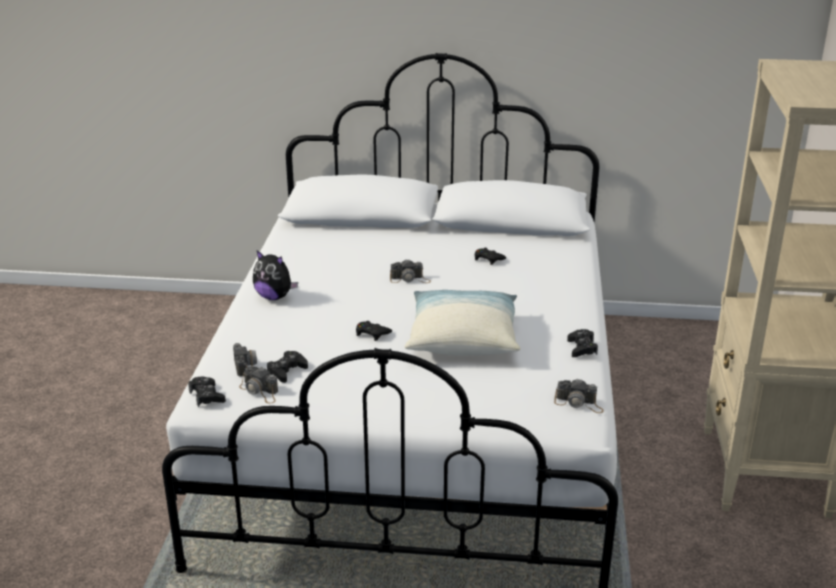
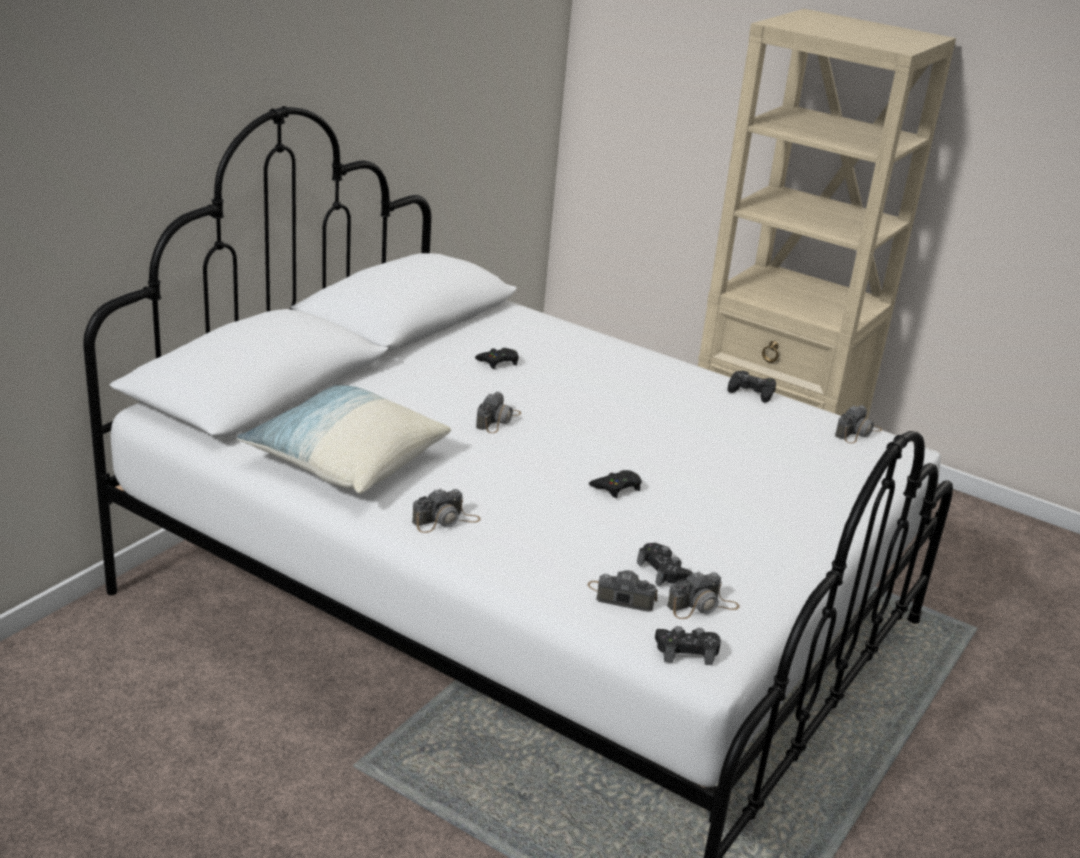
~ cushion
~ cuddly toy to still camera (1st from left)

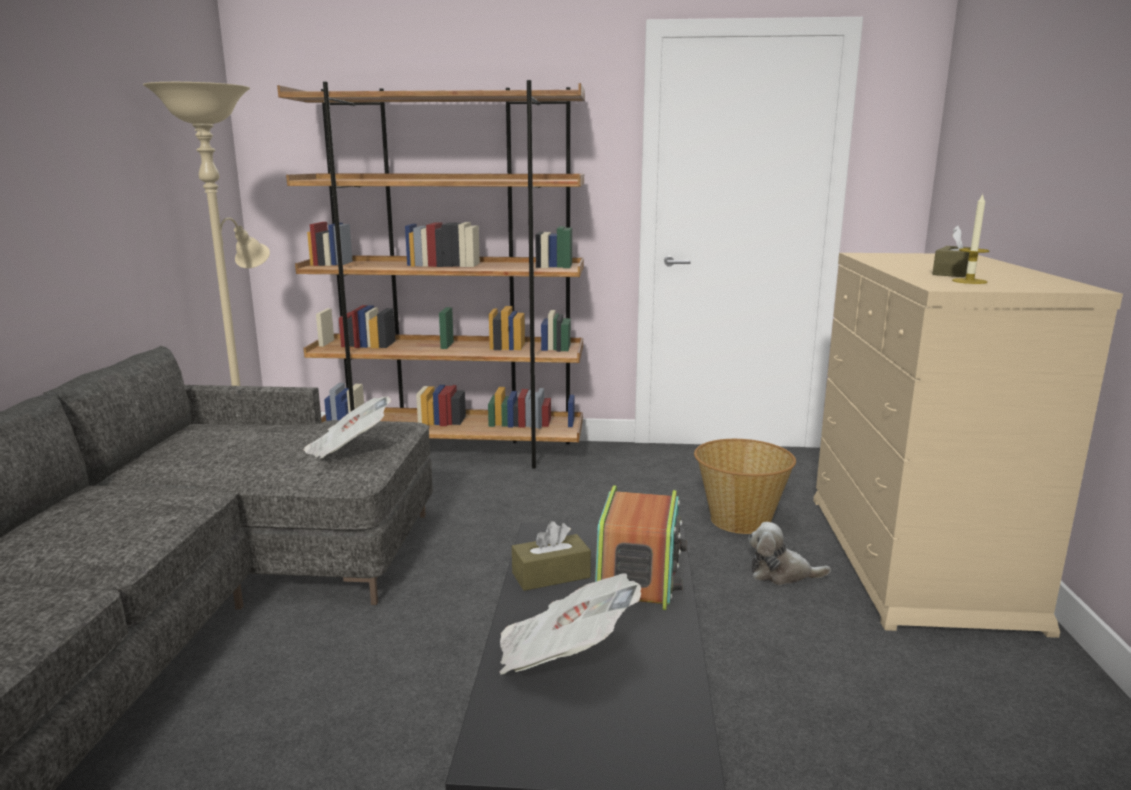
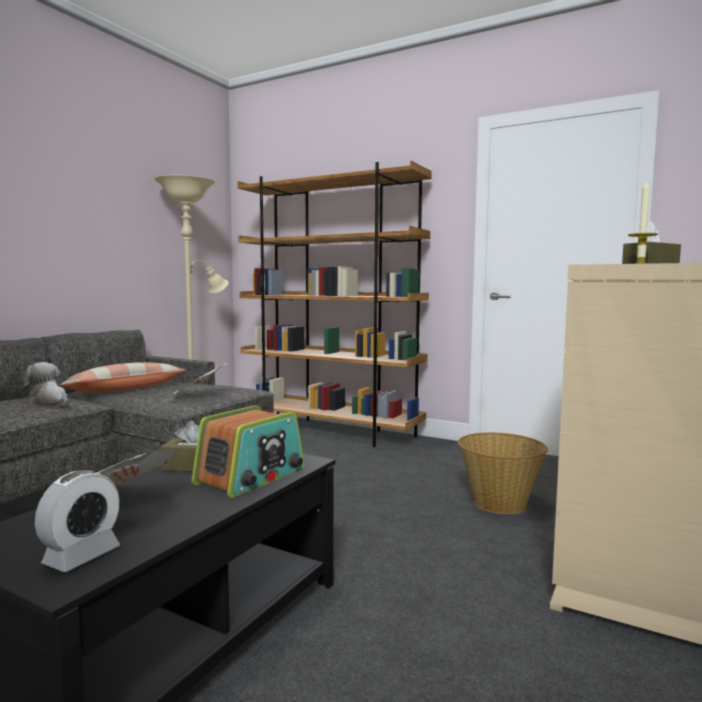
+ table clock
+ cushion
~ cuddly toy

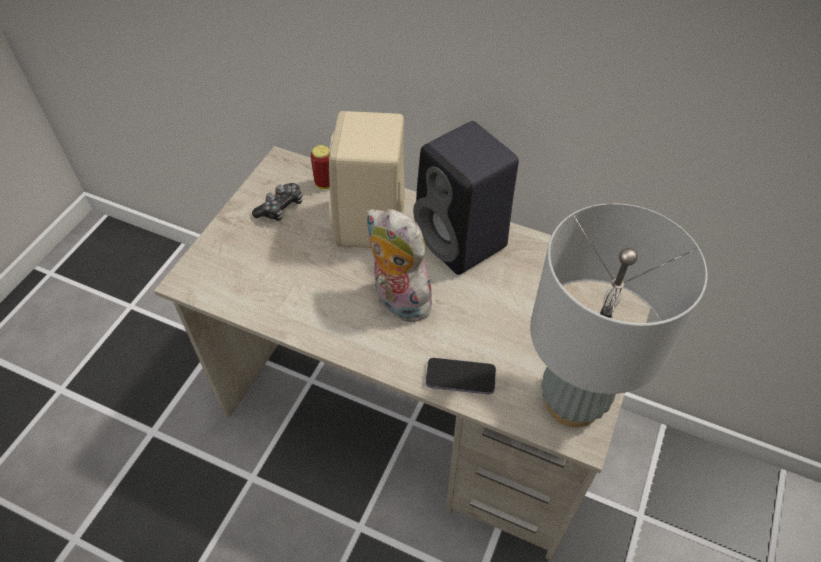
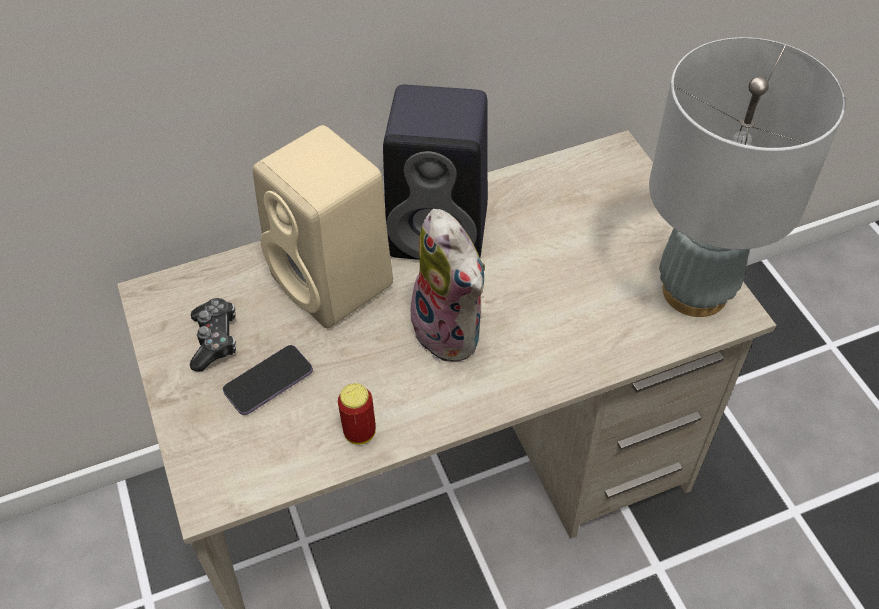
~ can
~ telephone
~ cuddly toy 120 degrees counterclockwise

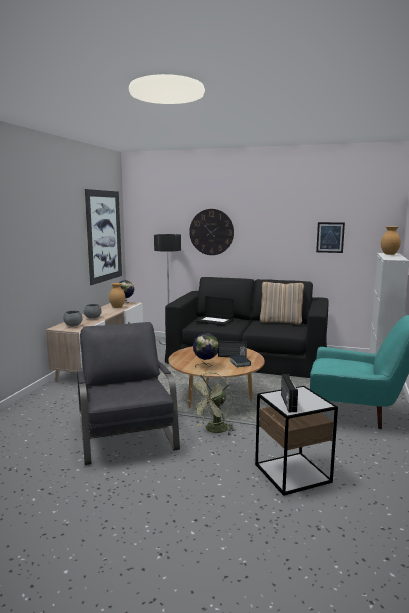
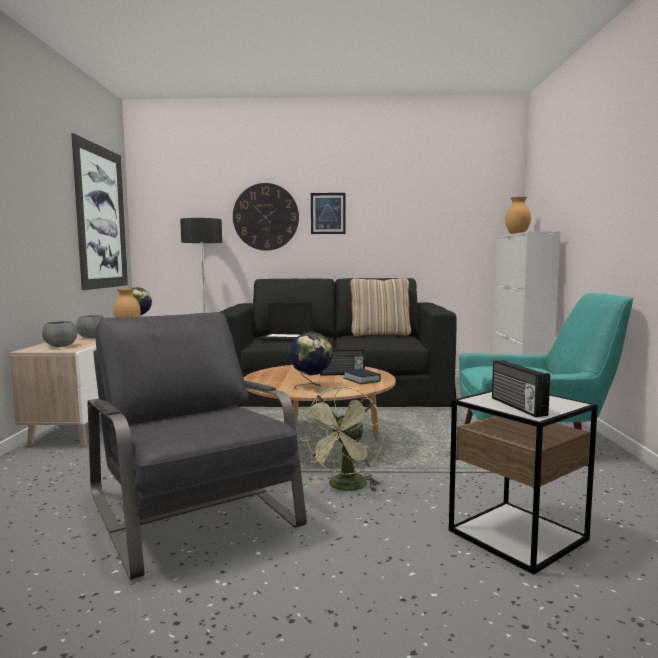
~ wall art (2nd from left)

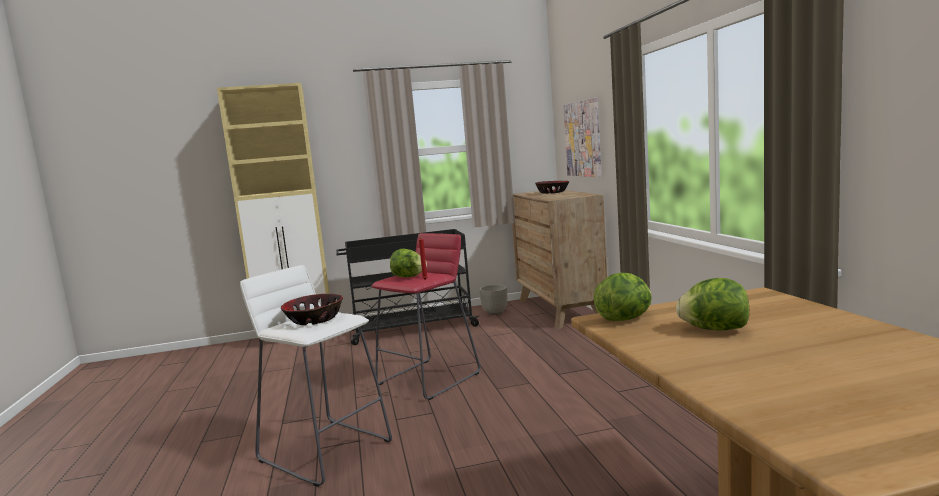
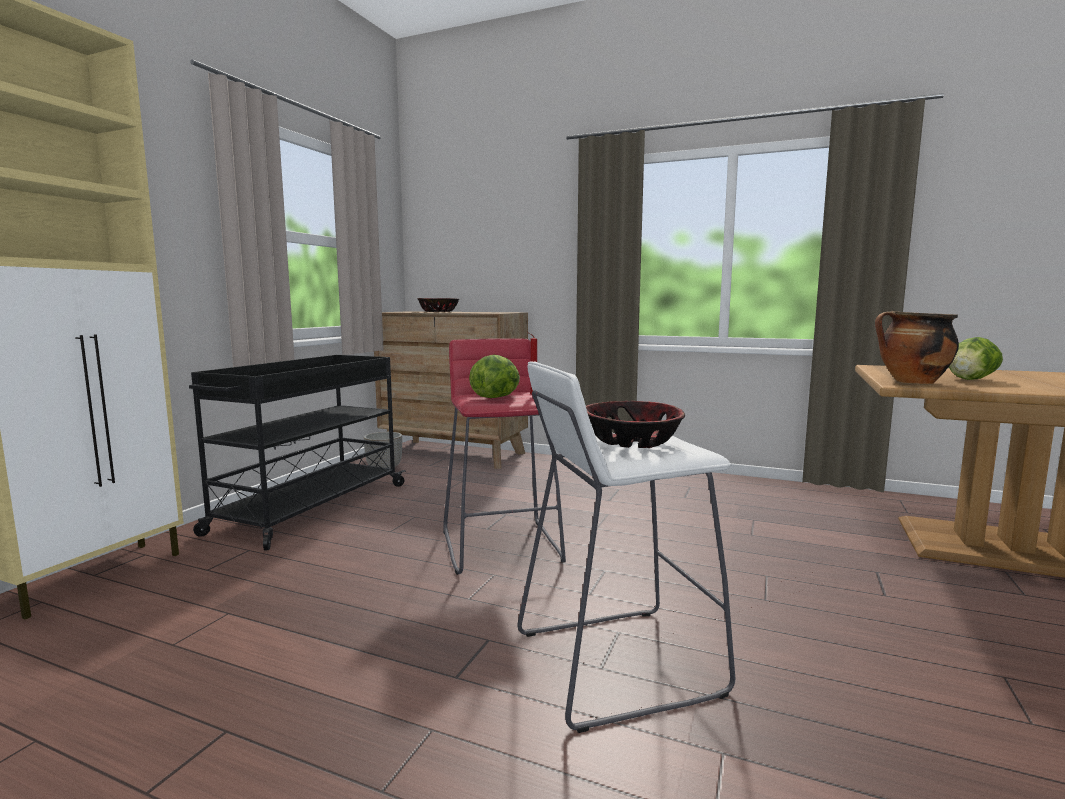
- wall art
~ head of lettuce (2nd from left) to stockpot

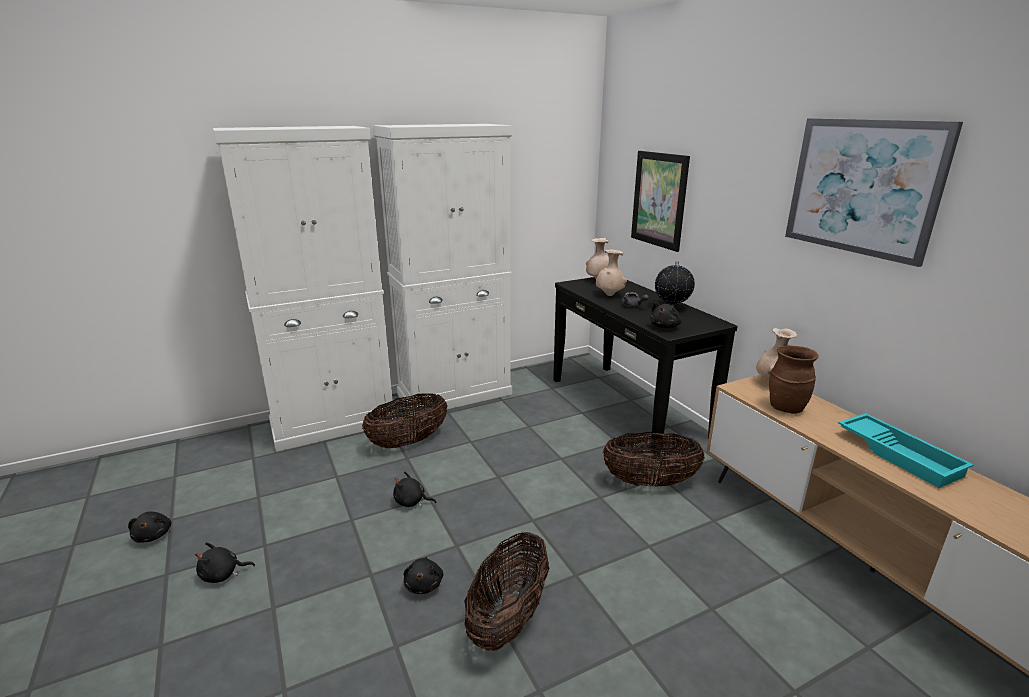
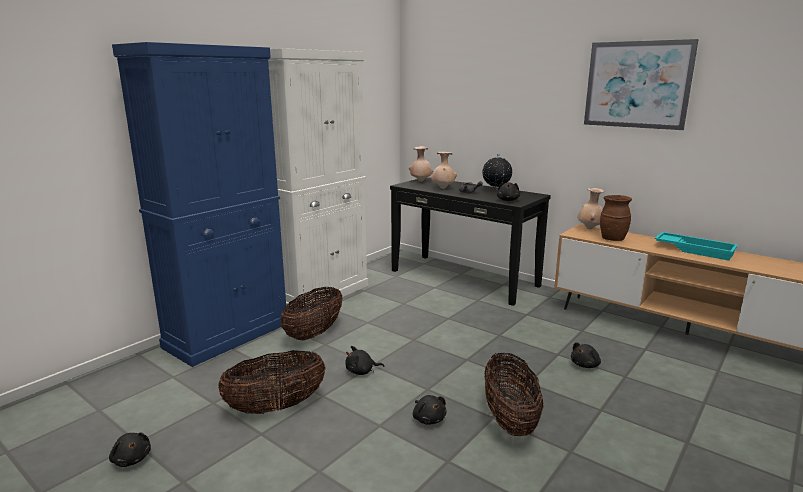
- wall art (1st from left)
~ cuddly toy/blackish (2nd from left in the first image) to cuddly toy/blackish (5th from left)
~ basket (3rd from left in the first image) to basket (1st from left)
~ storage cabinet/white-coloured (1st from left) to storage cabinet/blue

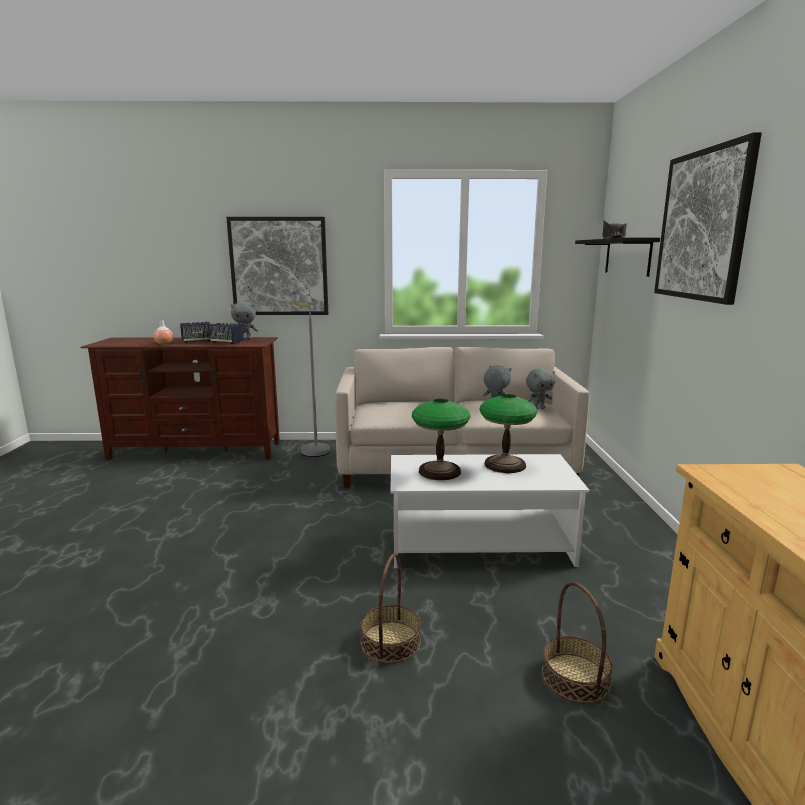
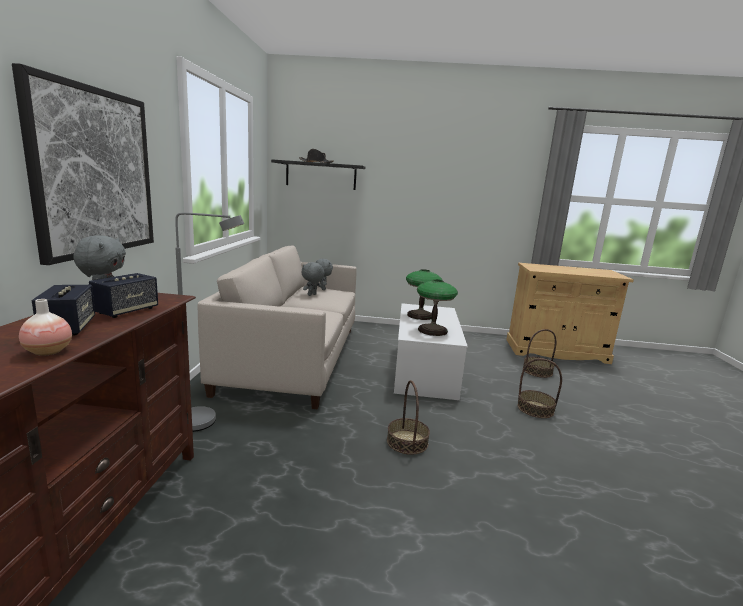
- wall art (2nd from left)
+ basket (1st from left)

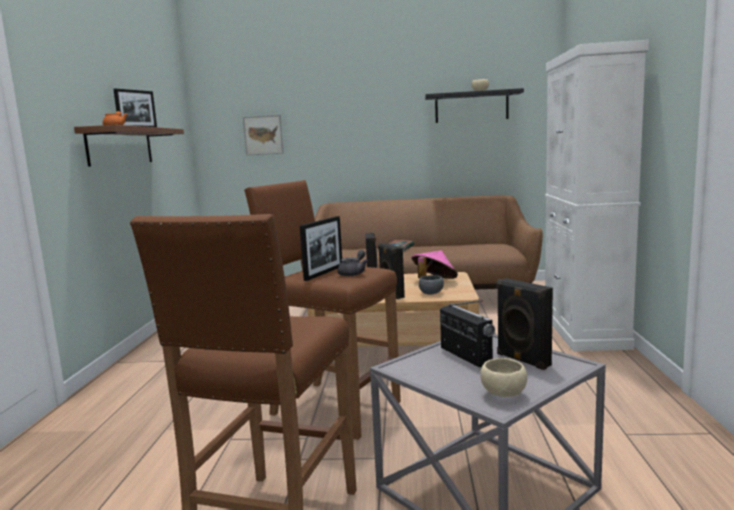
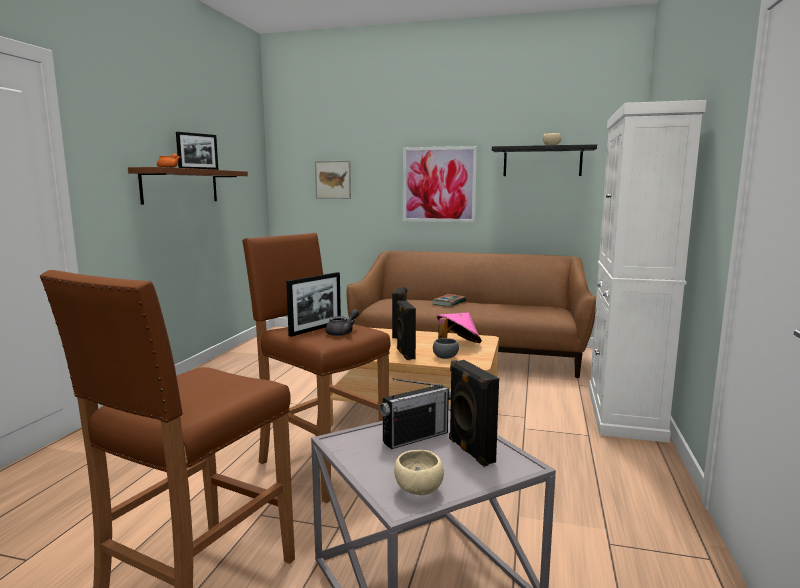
+ wall art (2nd from left)
~ radio set 75 degrees clockwise

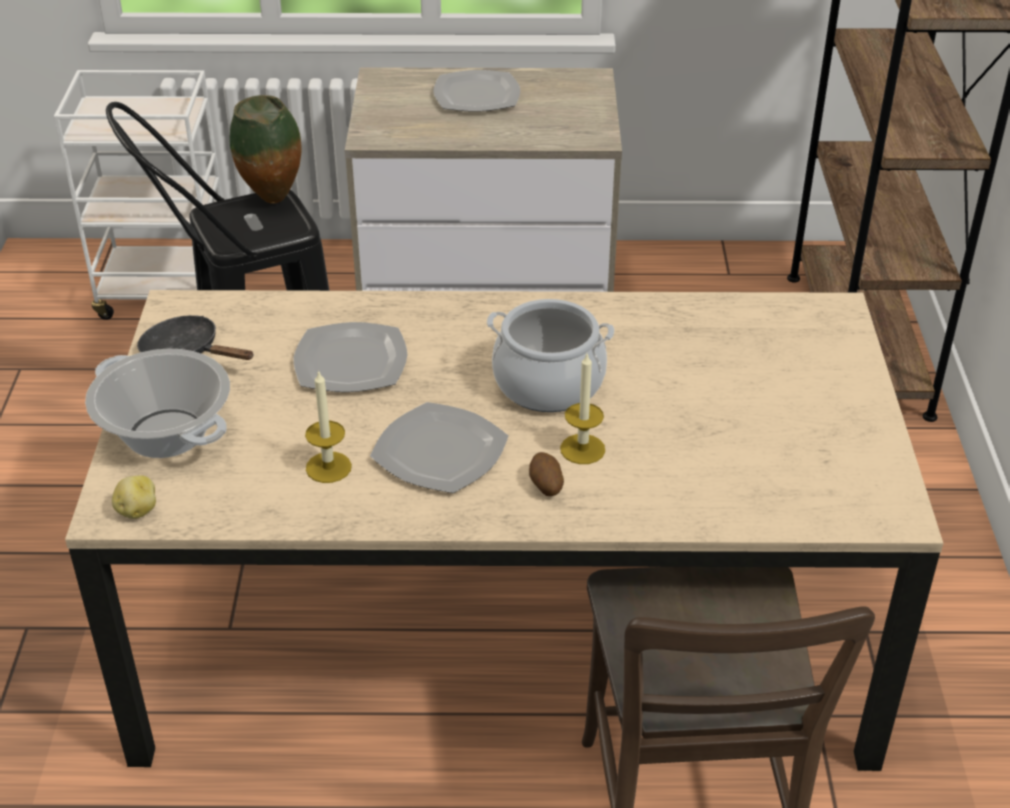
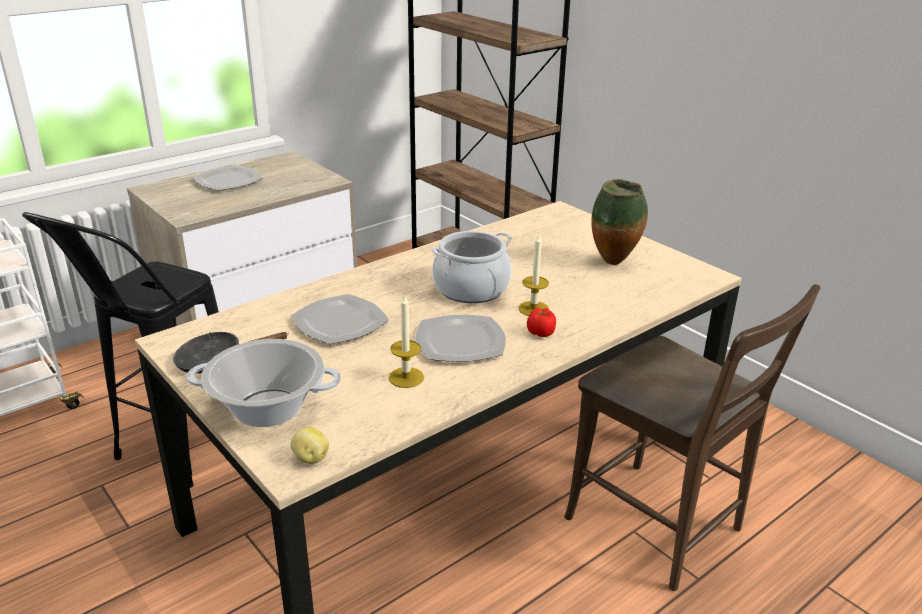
~ decorative vase
~ potato (2nd from left) to fresh tomato

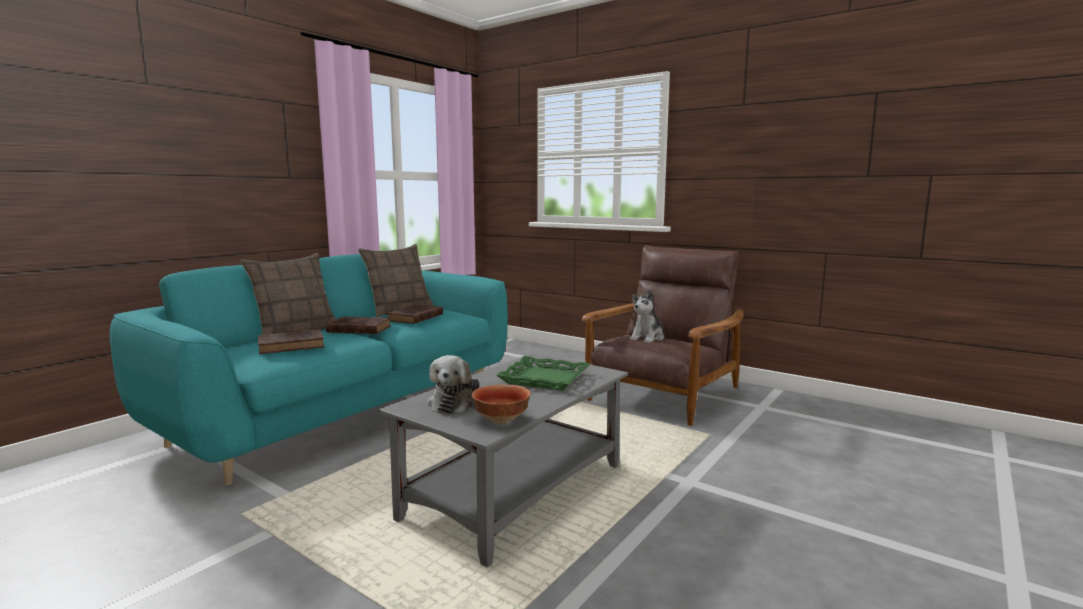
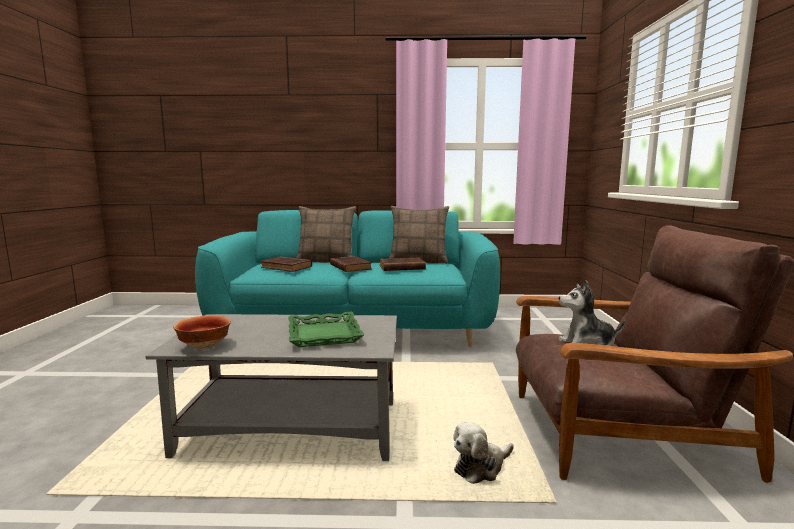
~ cuddly toy (1st from left)

